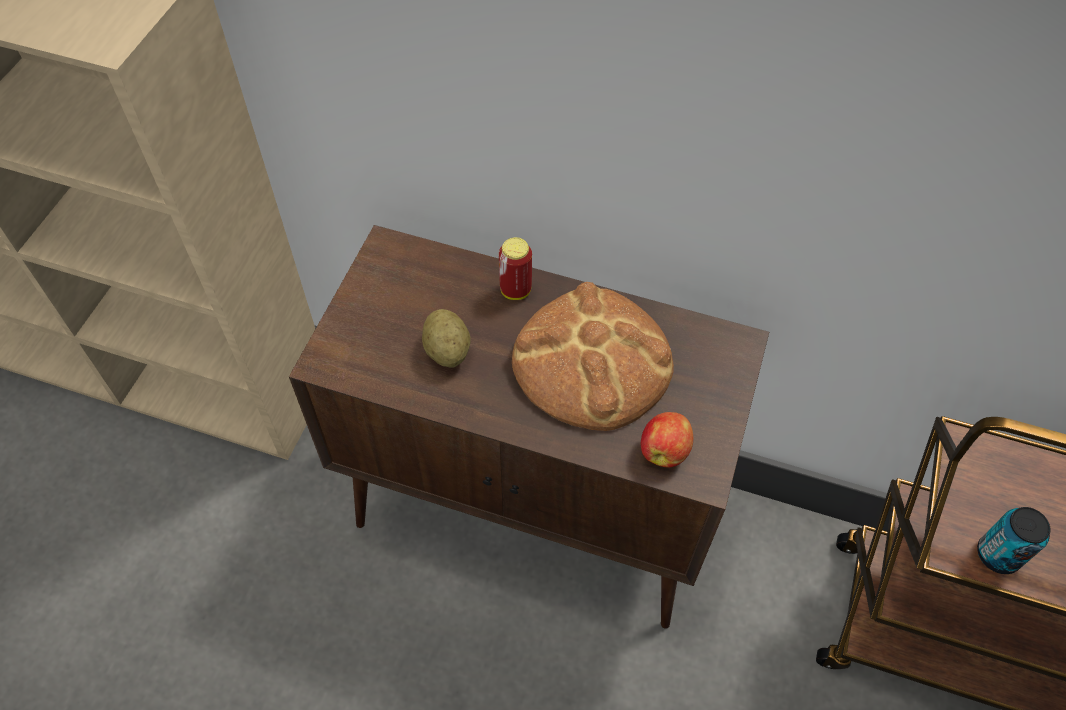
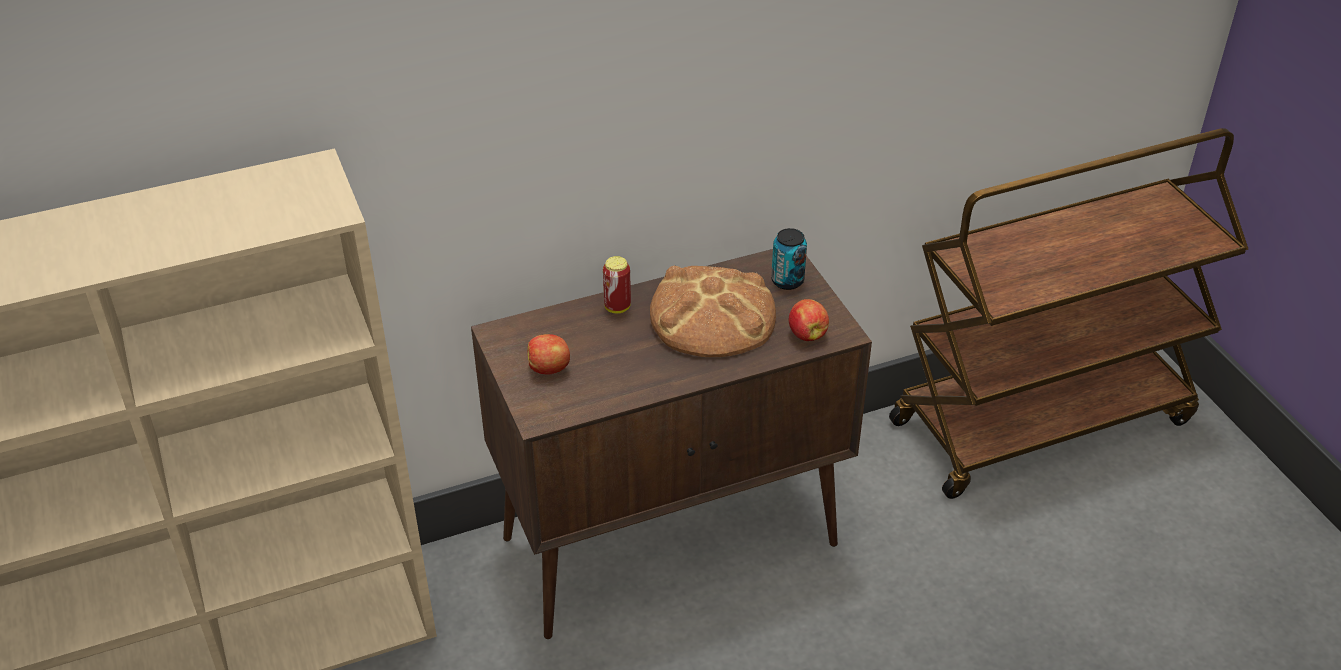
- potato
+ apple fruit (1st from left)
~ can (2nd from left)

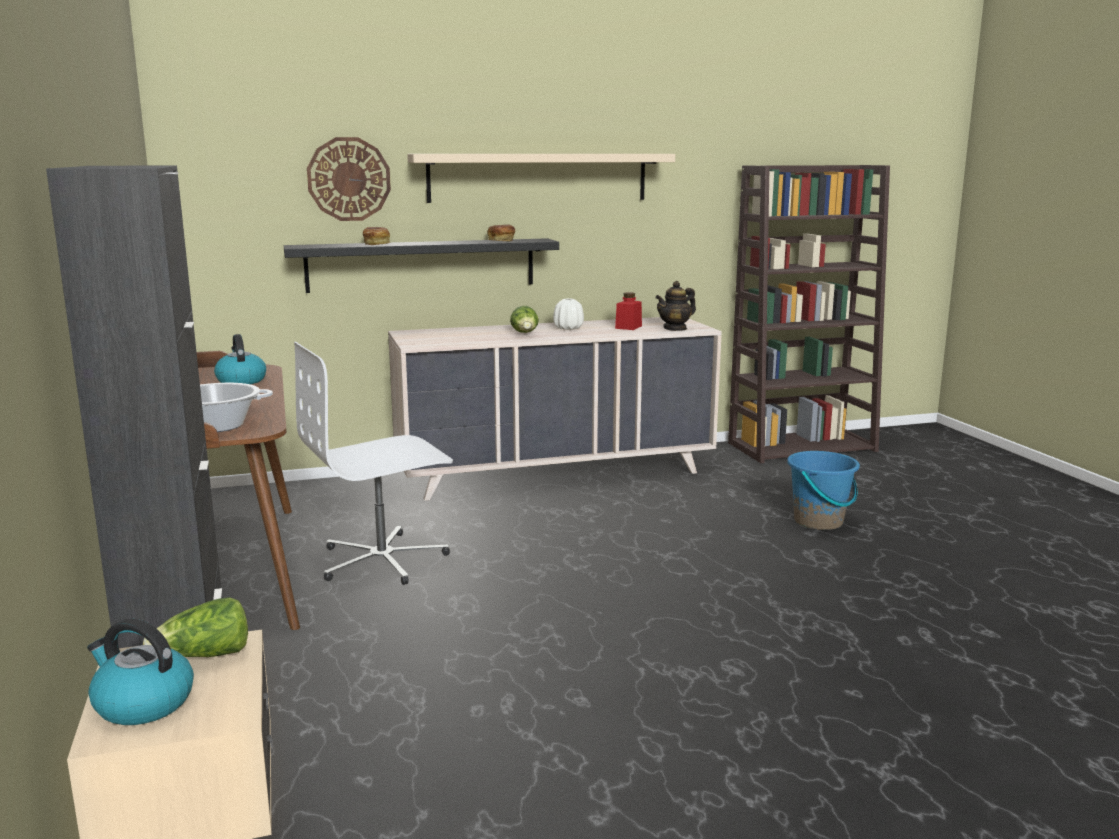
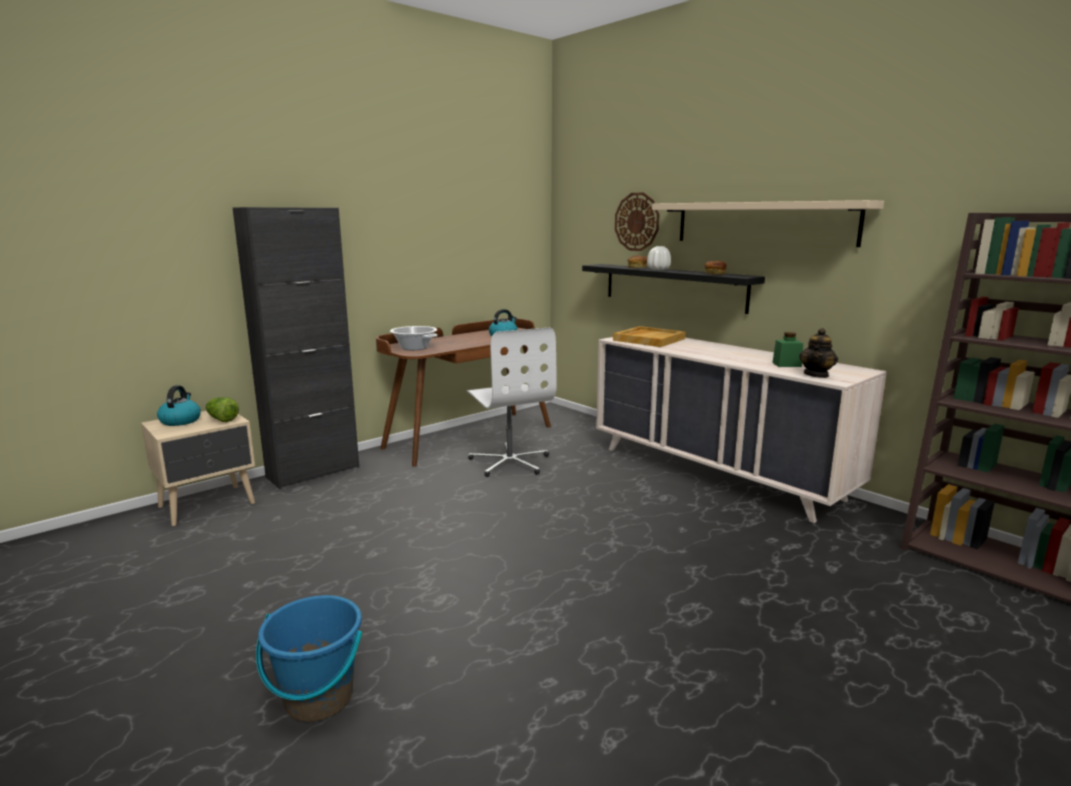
- head of lettuce (2nd from left)
+ tray/beige-coloured
~ decorative vase/white-coloured
~ water bucket/blue
~ jar/red-coloured to jar/green-coloured
~ computer chair/white-coloured 150 degrees counterclockwise
~ tea pot 90 degrees counterclockwise

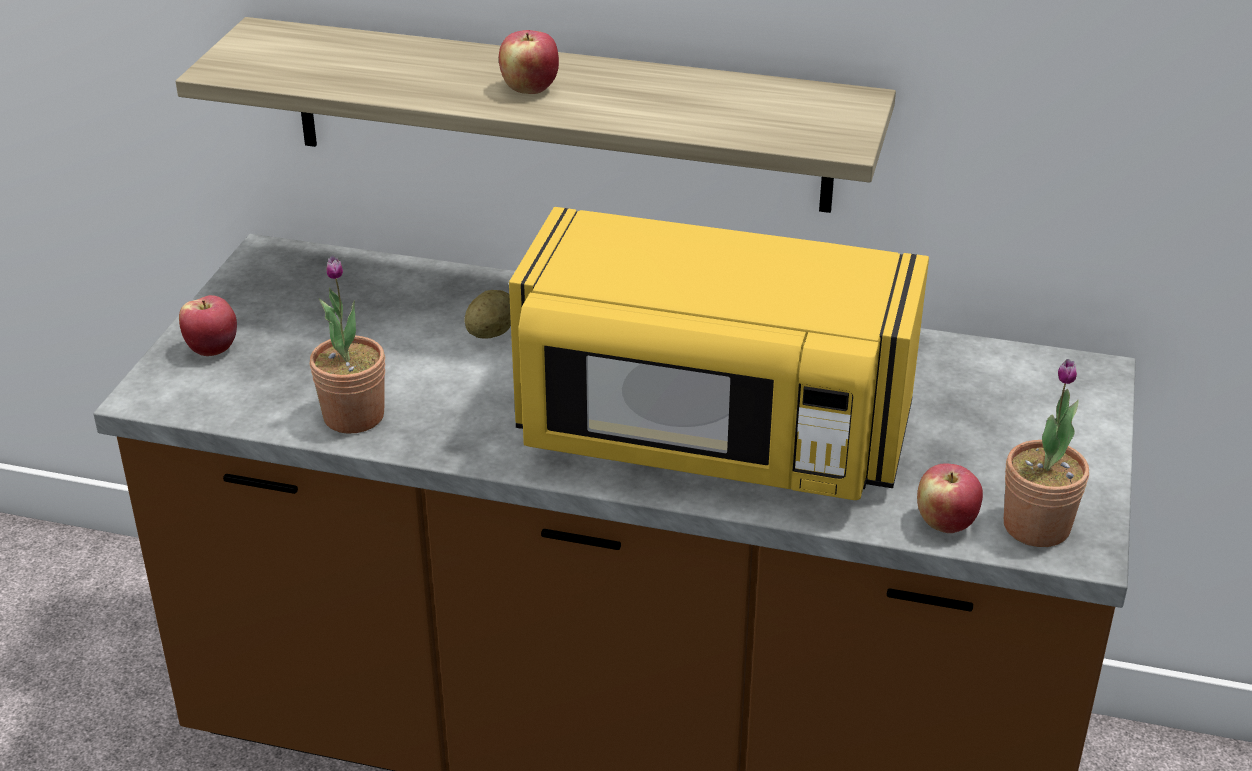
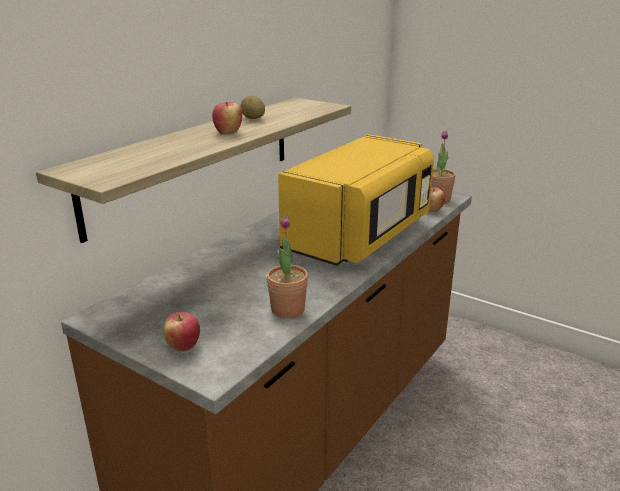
~ potato

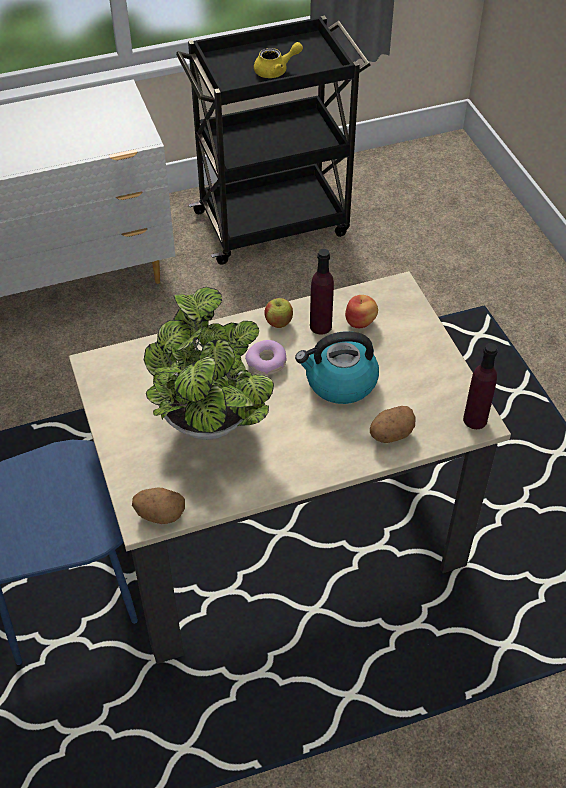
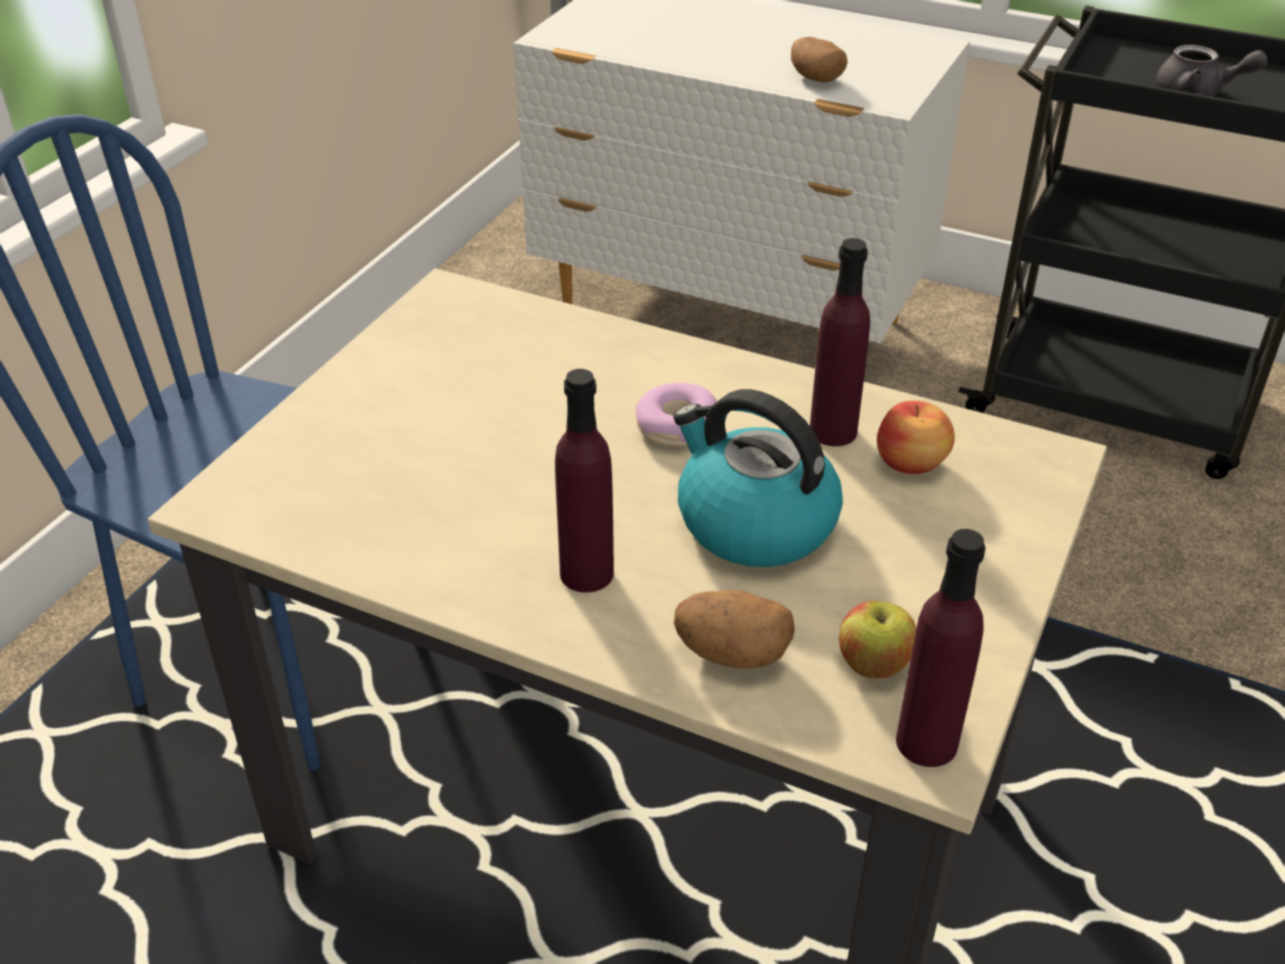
- houseplant
+ bottle/purplish (1st from left)
~ potato (1st from left in the first image) to potato (2nd from left)
~ apple fruit (1st from left)
~ tea pot/yellow-coloured to tea pot/grey

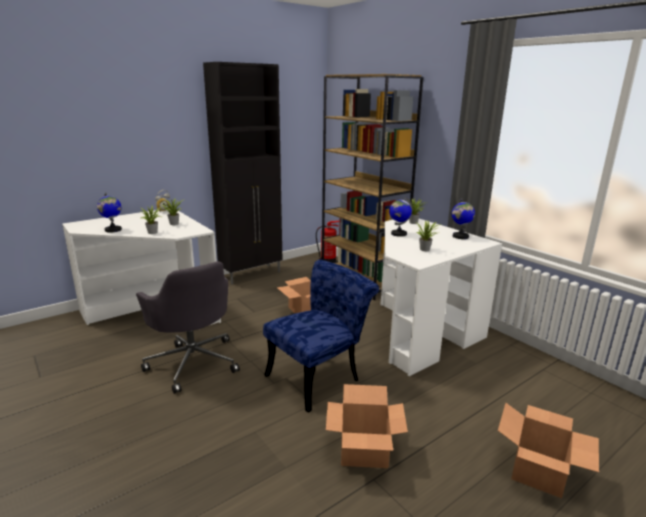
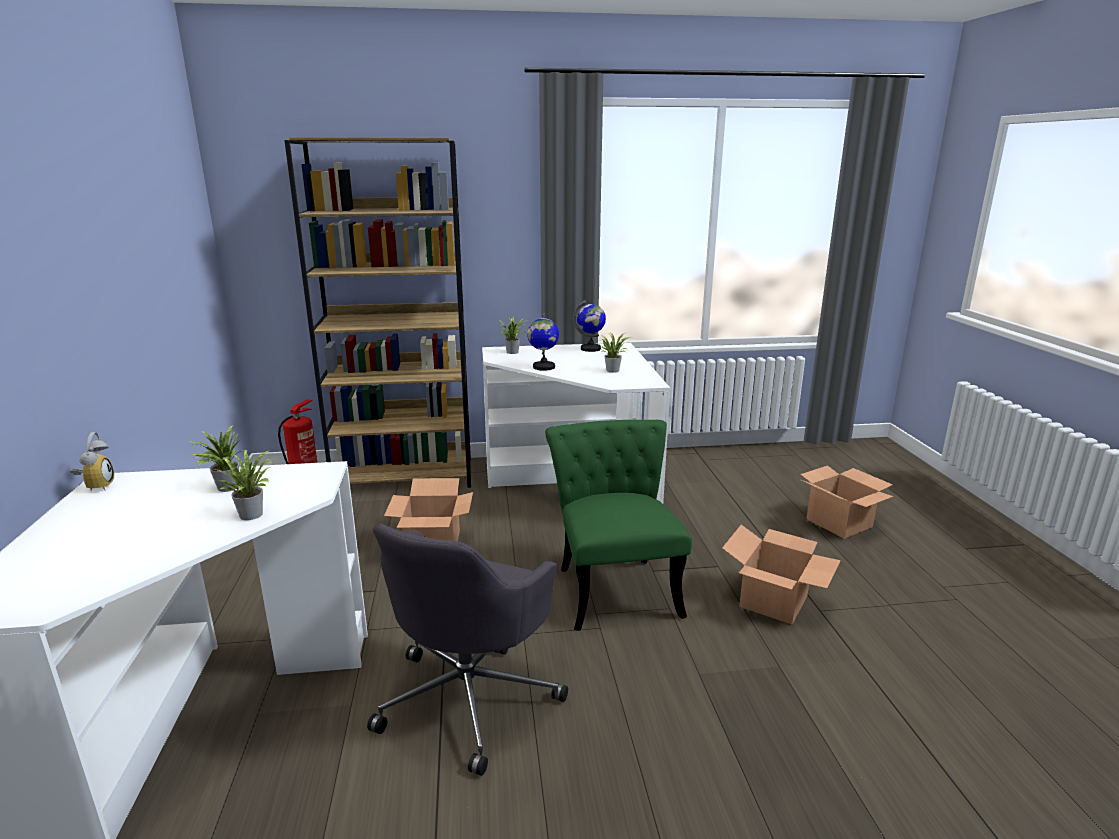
- globe (1st from left)
- storage cabinet/blackish
~ upright chair/blue to upright chair/green-coloured
~ computer chair/grey 120 degrees clockwise

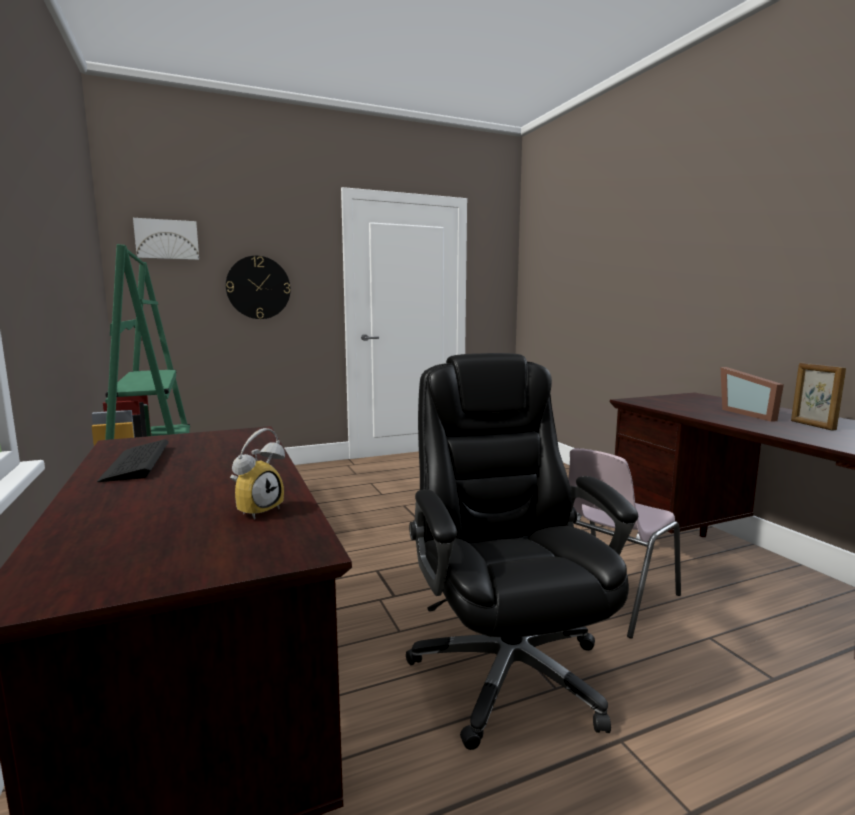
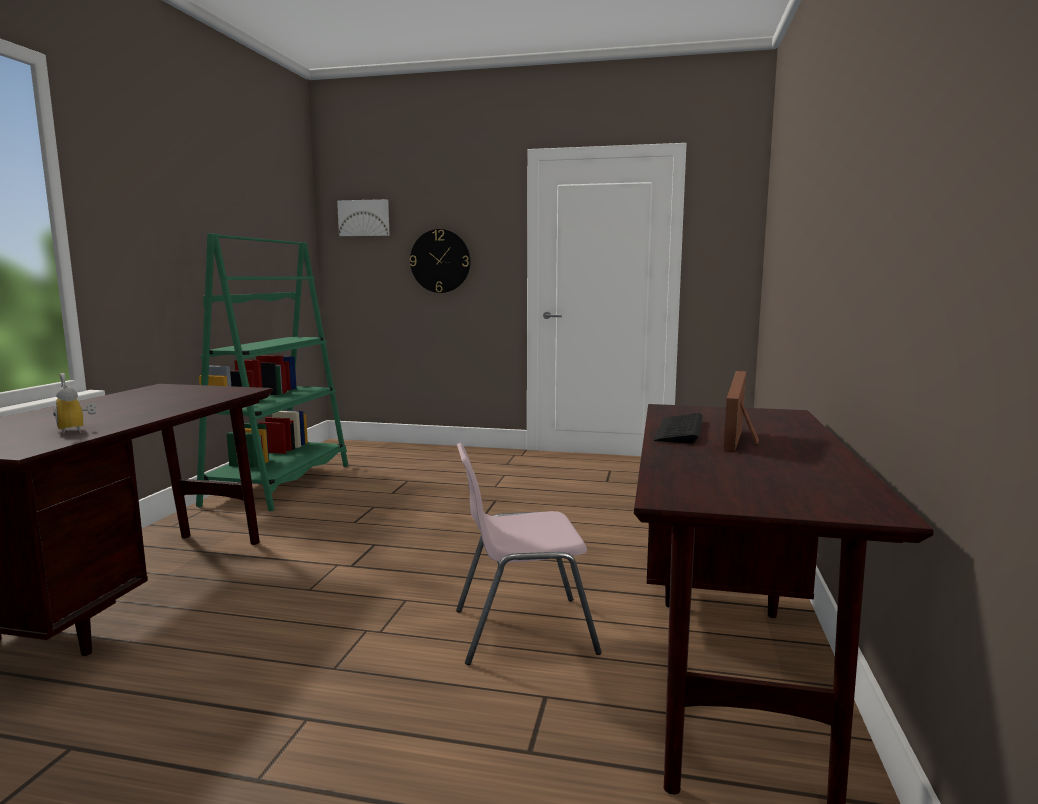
- computer chair/blackish
- picture frame (2nd from left)
~ PC keyboard
~ table clock 75 degrees clockwise

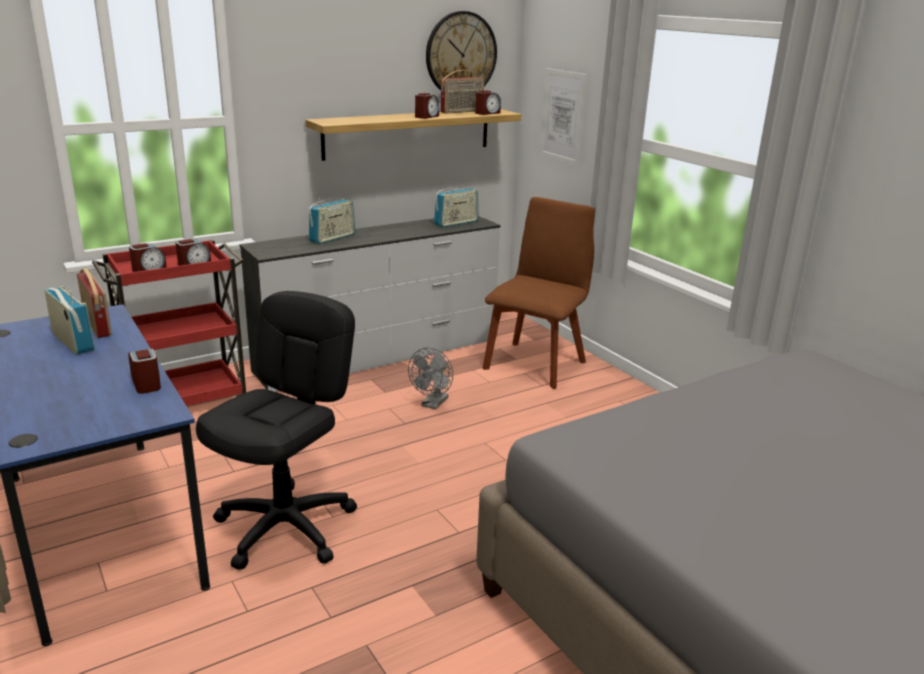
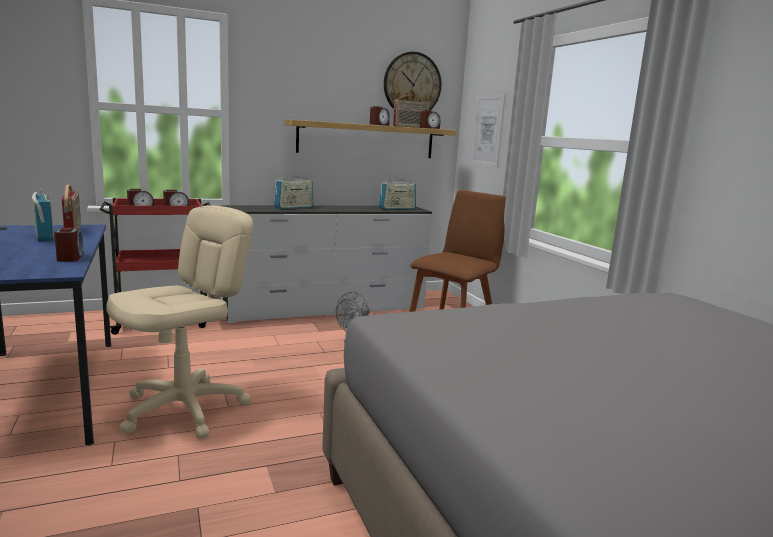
~ computer chair/blackish to computer chair/beige-coloured

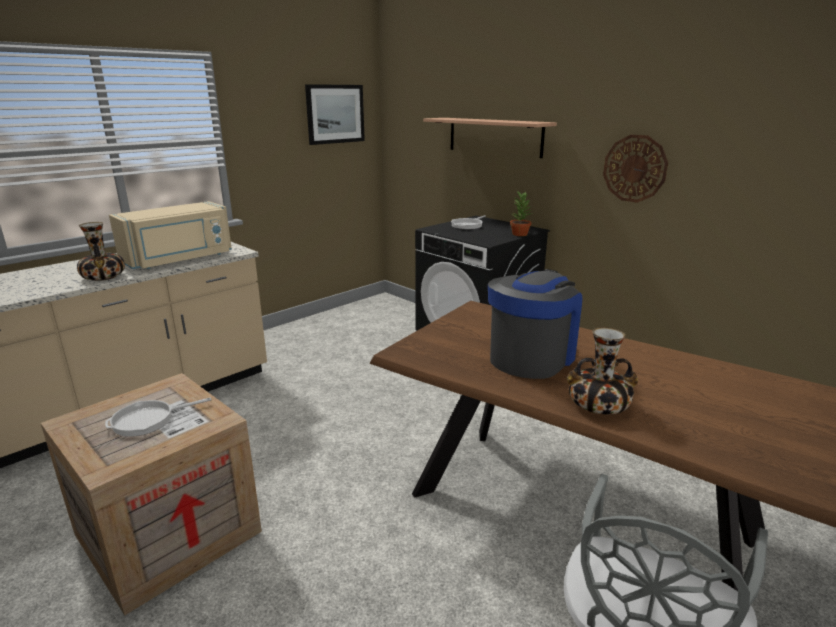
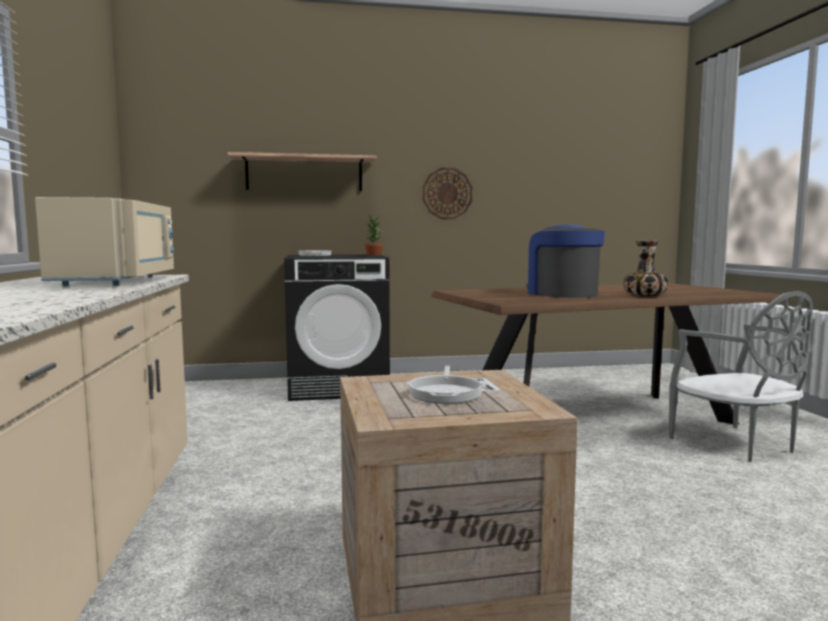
- decorative vase (1st from left)
- wall art

